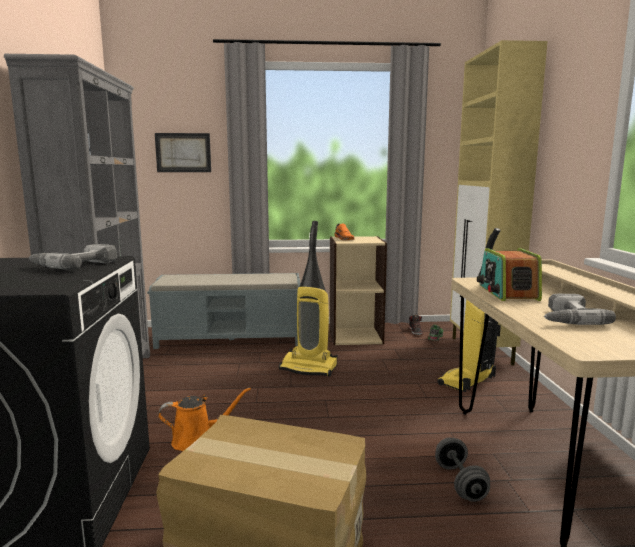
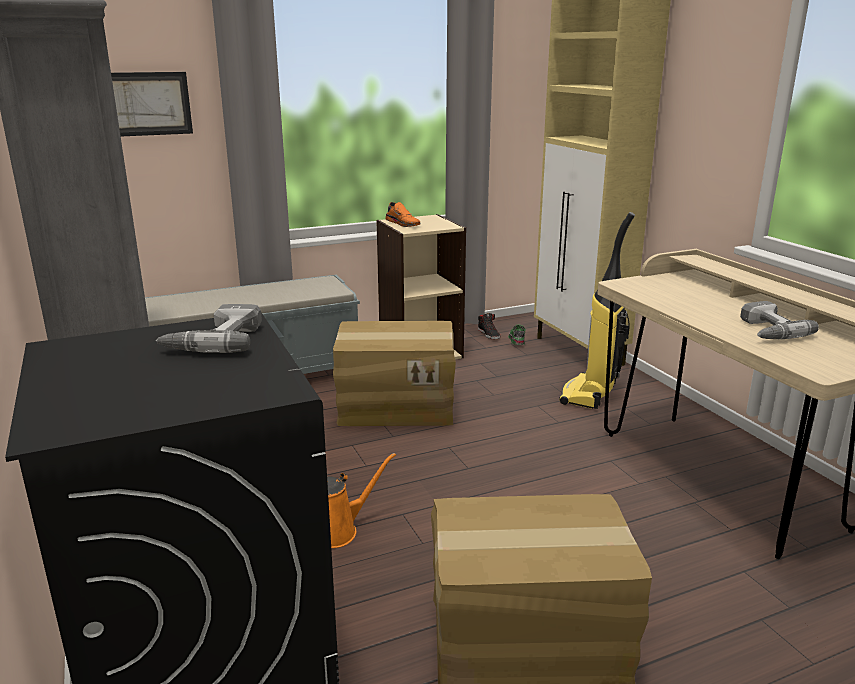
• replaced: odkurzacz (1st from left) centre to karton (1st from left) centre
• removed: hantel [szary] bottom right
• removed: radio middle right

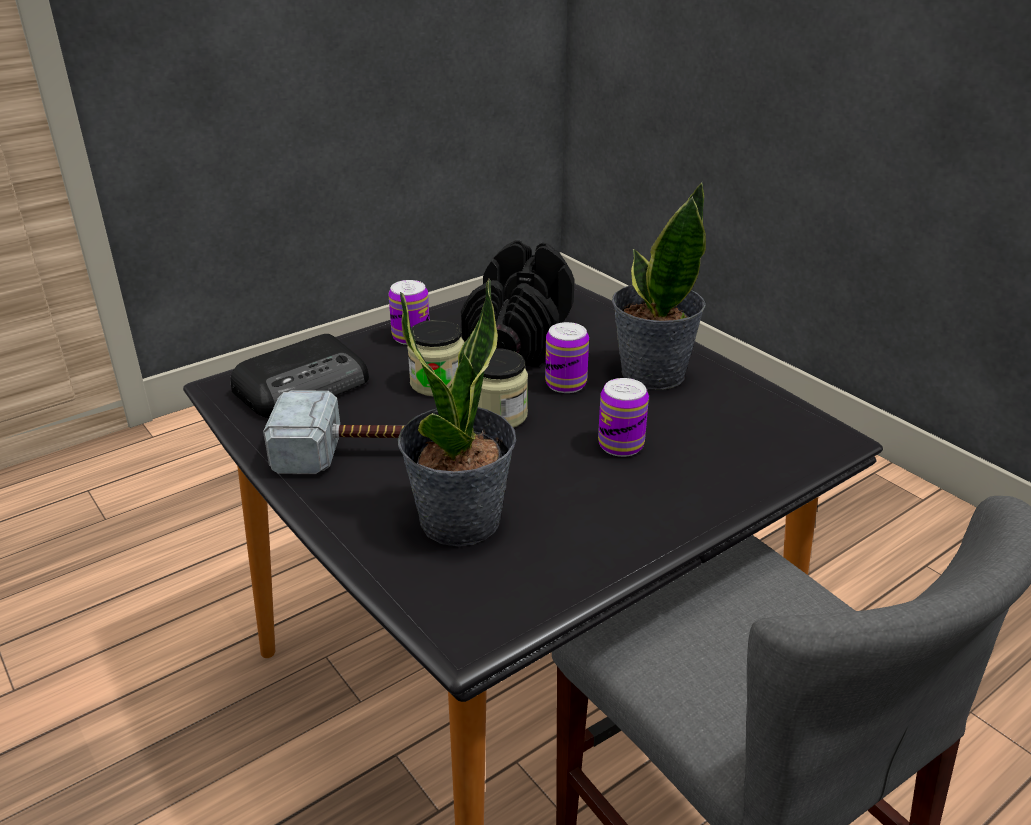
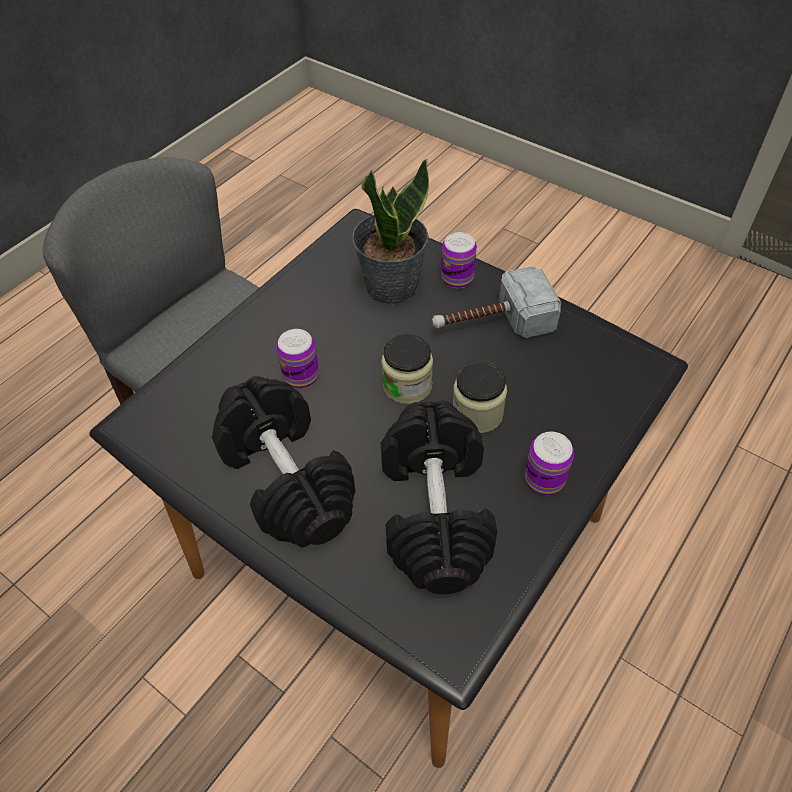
• replaced: roślina doniczkowa (2nd from left) centre to hantel [czarny] (1st from left) centre
• moved: puszka (2nd from left) centre to top centre
• removed: radio middle left

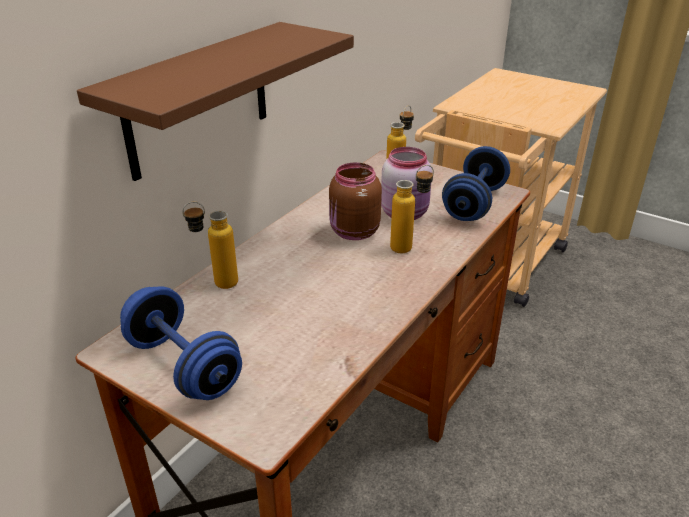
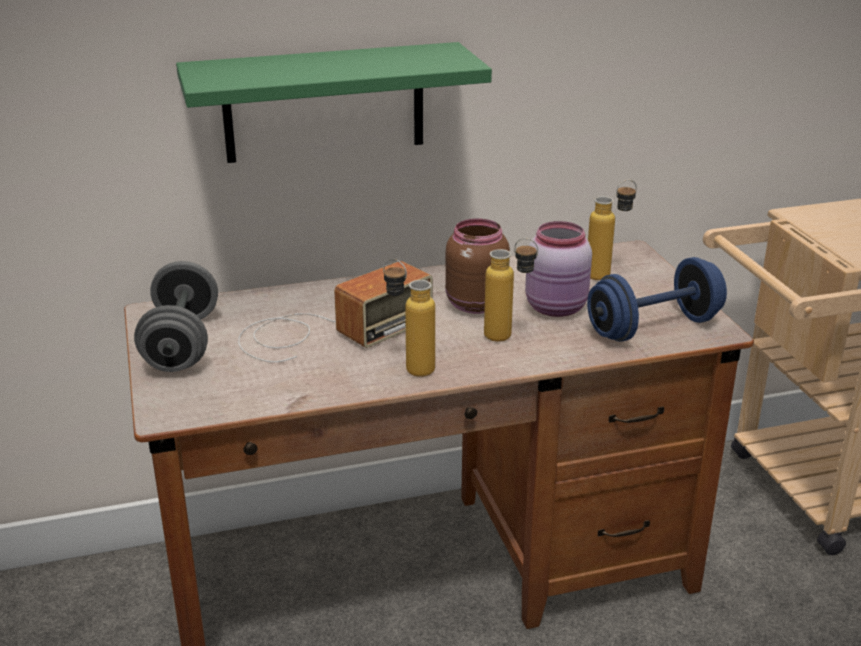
• recoloured: hantel [niebieski] (1st from left) middle left to hantel [szary] middle left
• recoloured: półka [brązowy] top left to półka [zielony] top centre
• added: radio centre
• moved: butelka (1st from left) middle left to centre

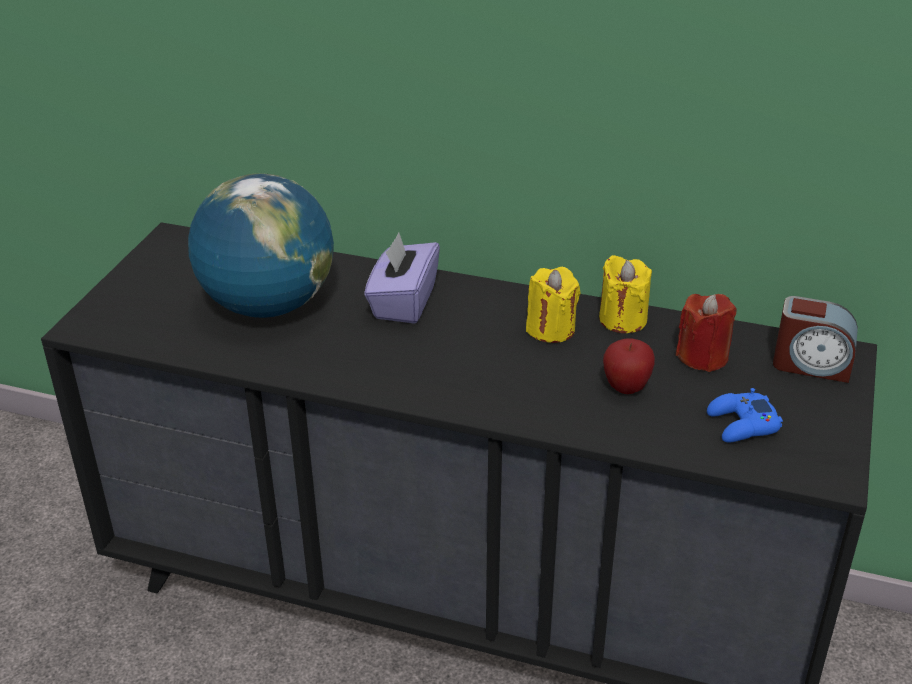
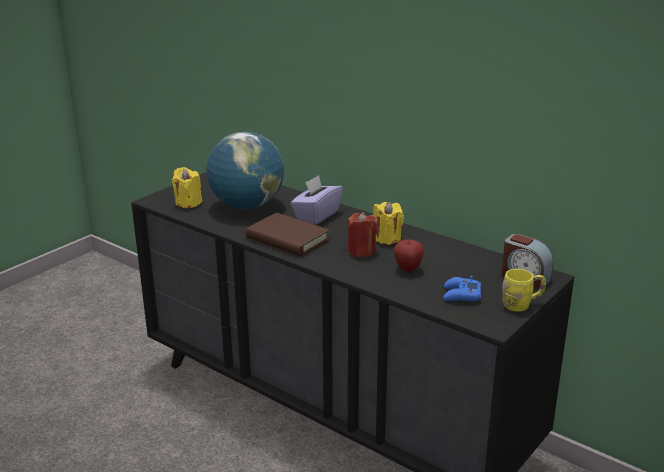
• moved: świeca [żółty] (2nd from left in the first image) middle right to świeca [żółty] (1st from left) middle left
• added: książka [brązowy] centre
• moved: świeca [czerwony] middle right to centre
• added: kubek [żółty] middle right

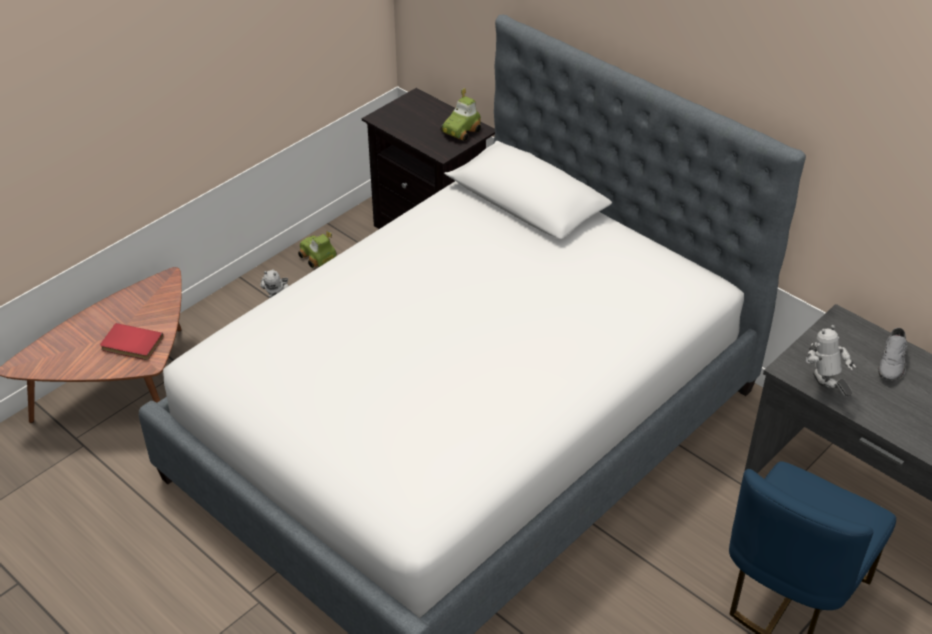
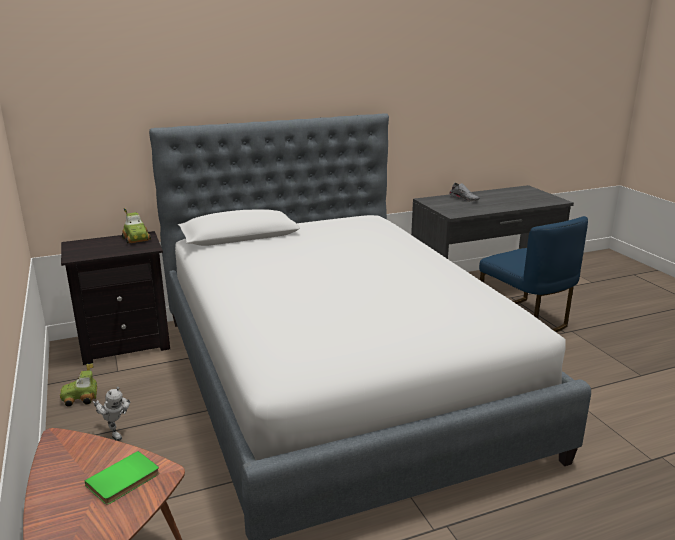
• recoloured: książka [czerwony] middle left to książka [zielony] bottom left
• removed: robot zabawkowy (2nd from left) middle right

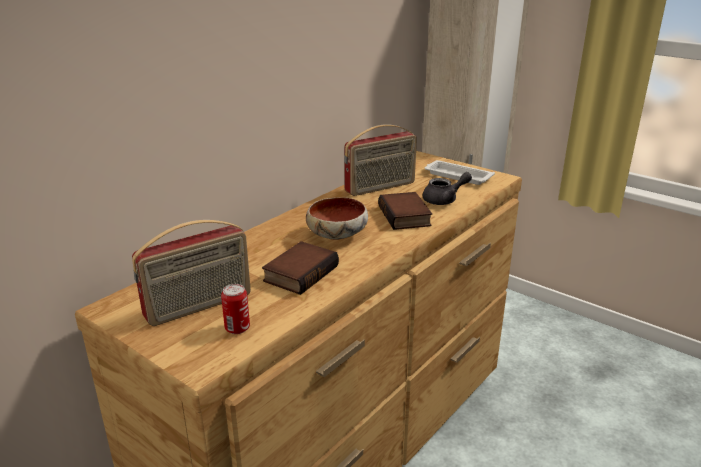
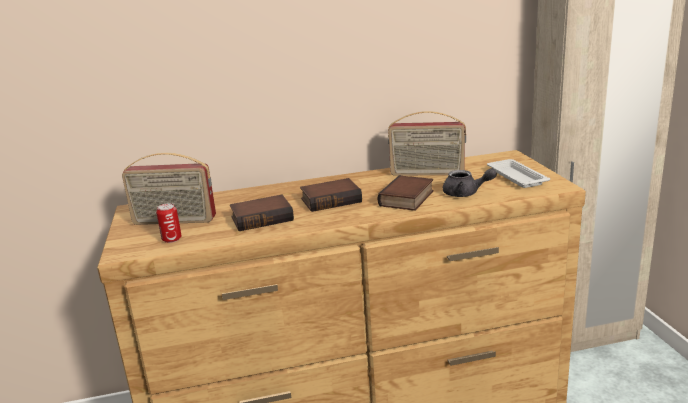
• replaced: miska centre to książka (2nd from left) centre

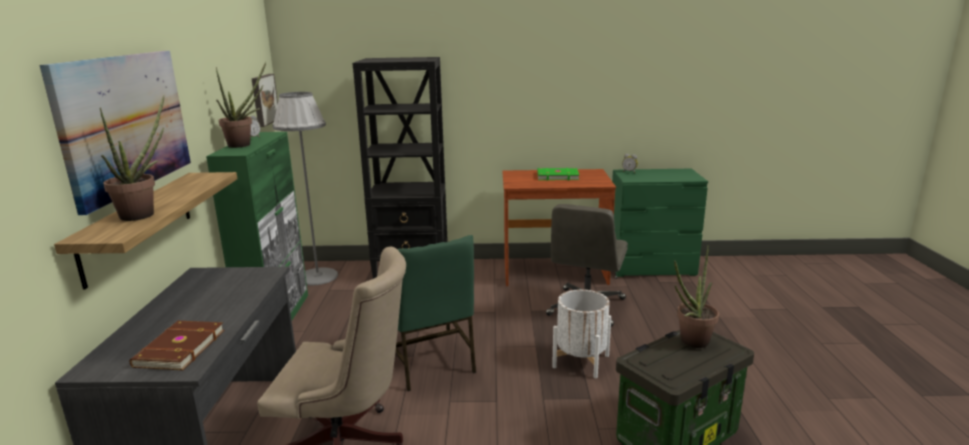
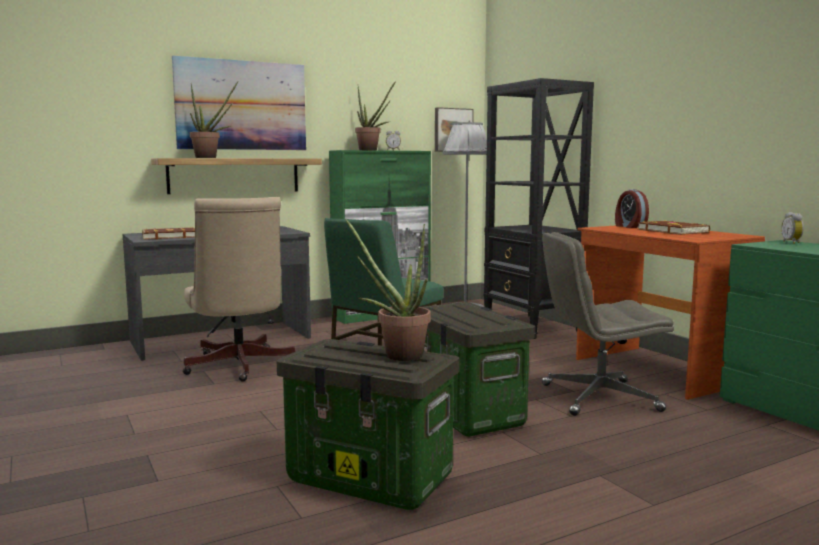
• replaced: donica [biały] bottom centre to pojemnik do przechowywania (2nd from left) bottom centre
• added: budzik (2nd from left) middle right
• recoloured: książka [zielony] centre to książka [brązowy] (2nd from left) middle right

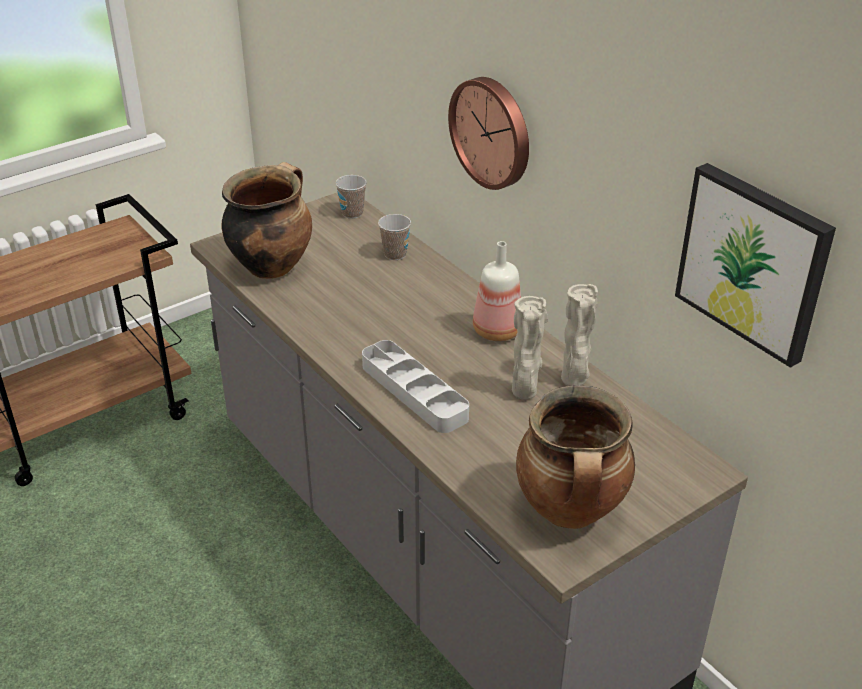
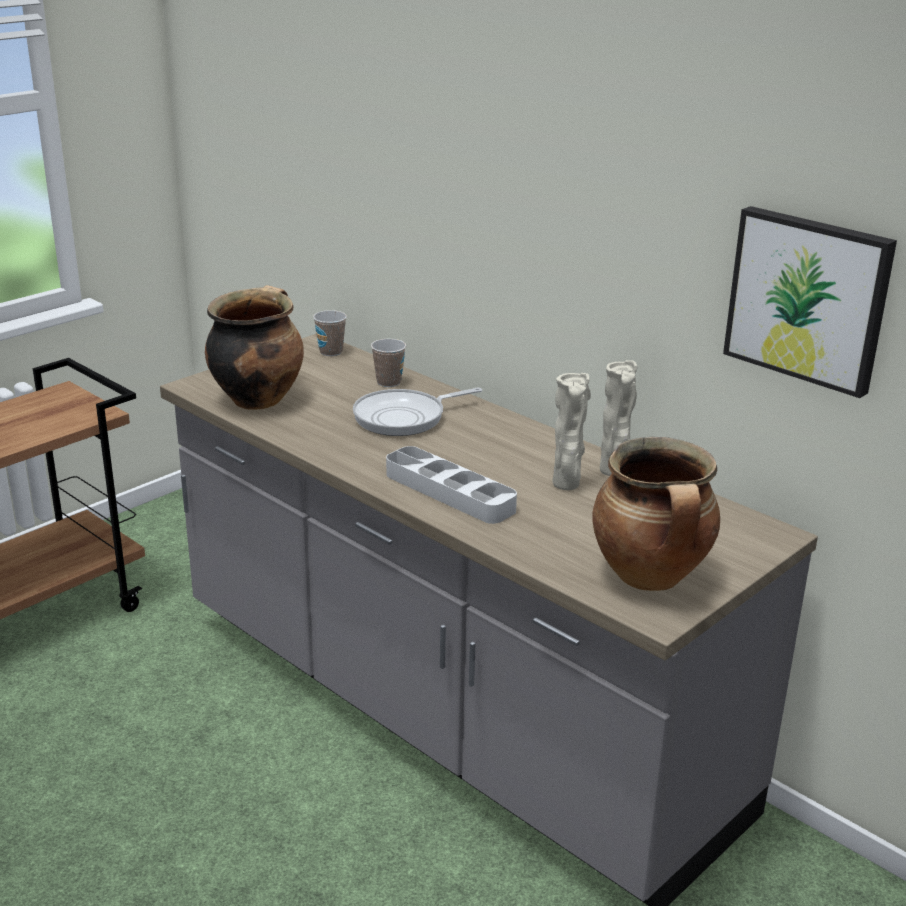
• added: patelnia centre
• removed: zegar ścienny top centre
• removed: butelka centre

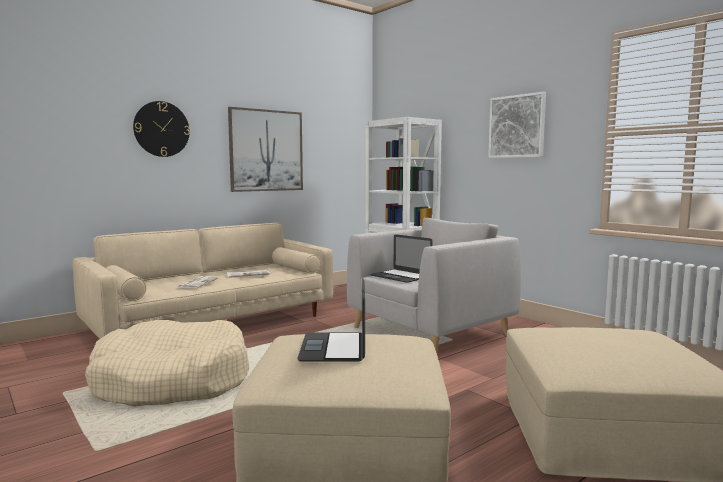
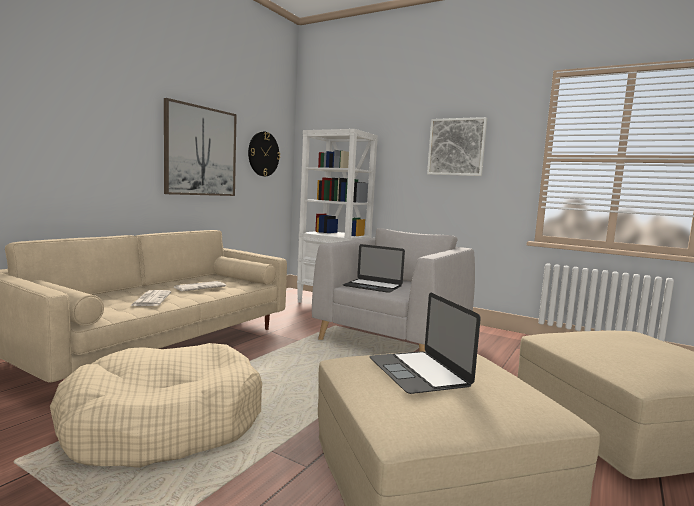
• moved: zegar ścienny top left to top centre

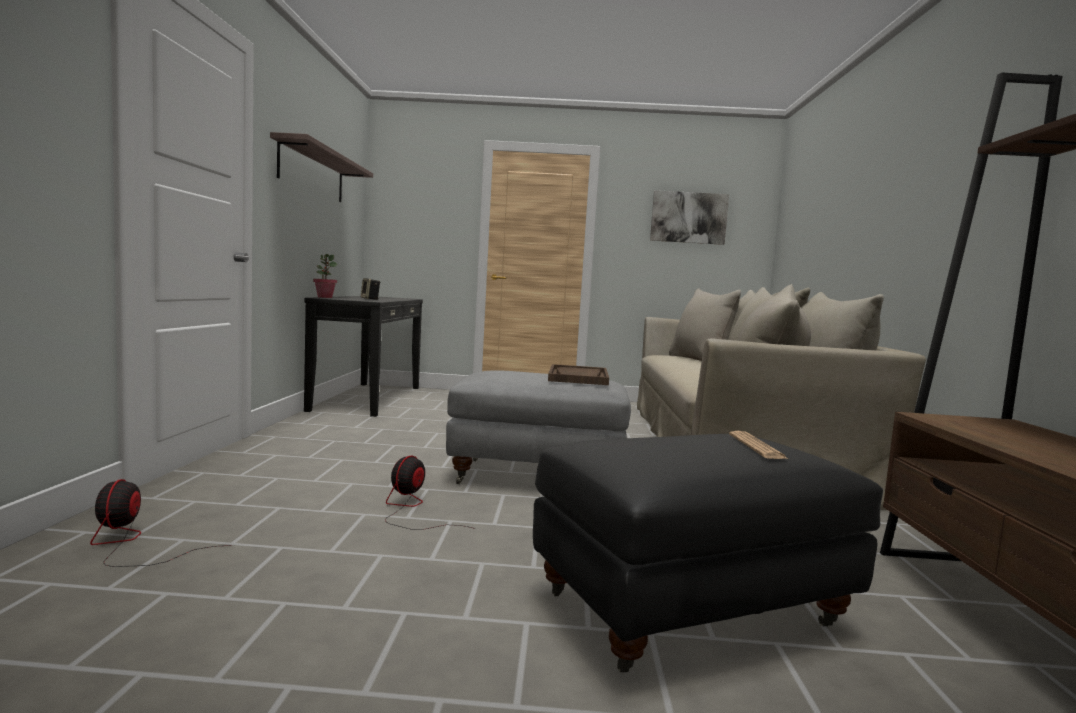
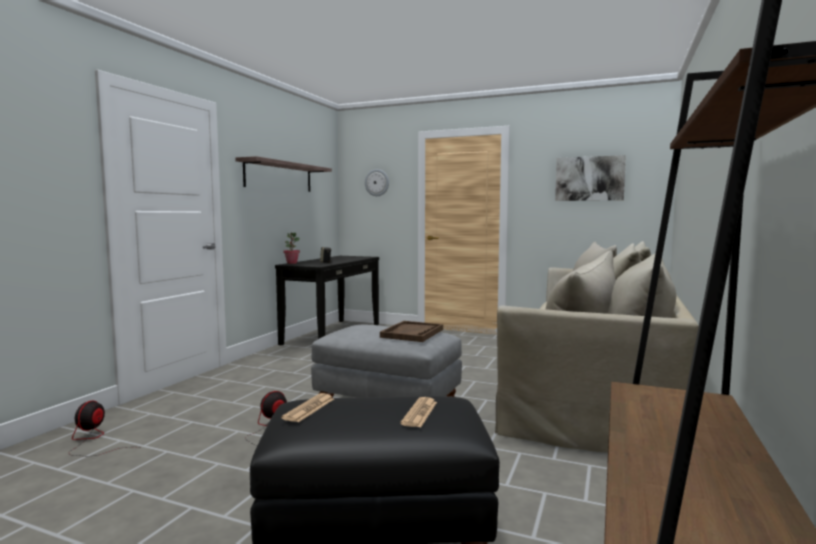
• added: gazeta (1st from left) bottom centre
• added: zegar ścienny centre

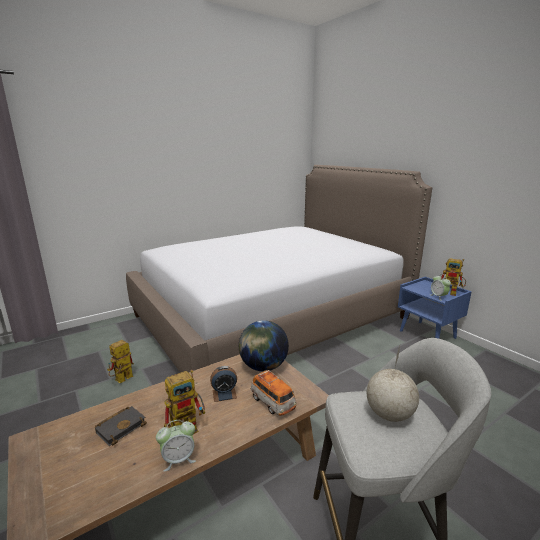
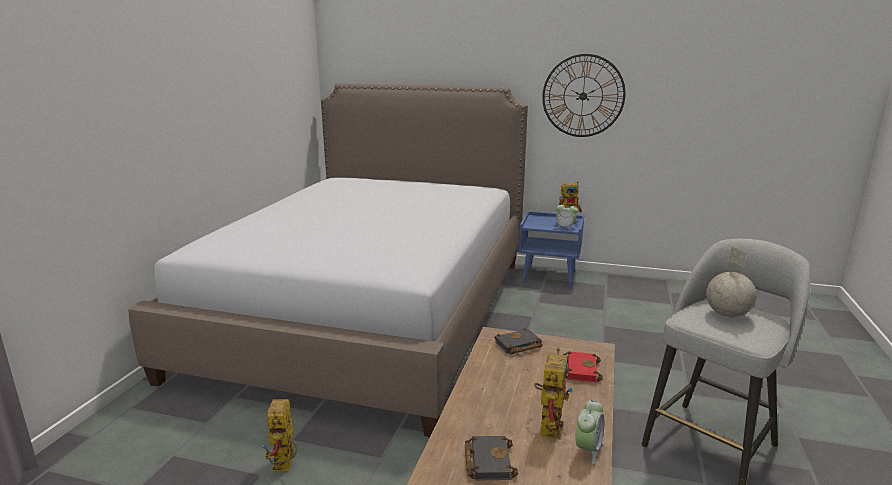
• replaced: globus (1st from left) centre to książka [czarny] (2nd from left) bottom centre
• added: zegar ścienny top centre
• replaced: samochodzik bottom centre to książka [czerwony] bottom centre
• removed: budzik (2nd from left) bottom centre

